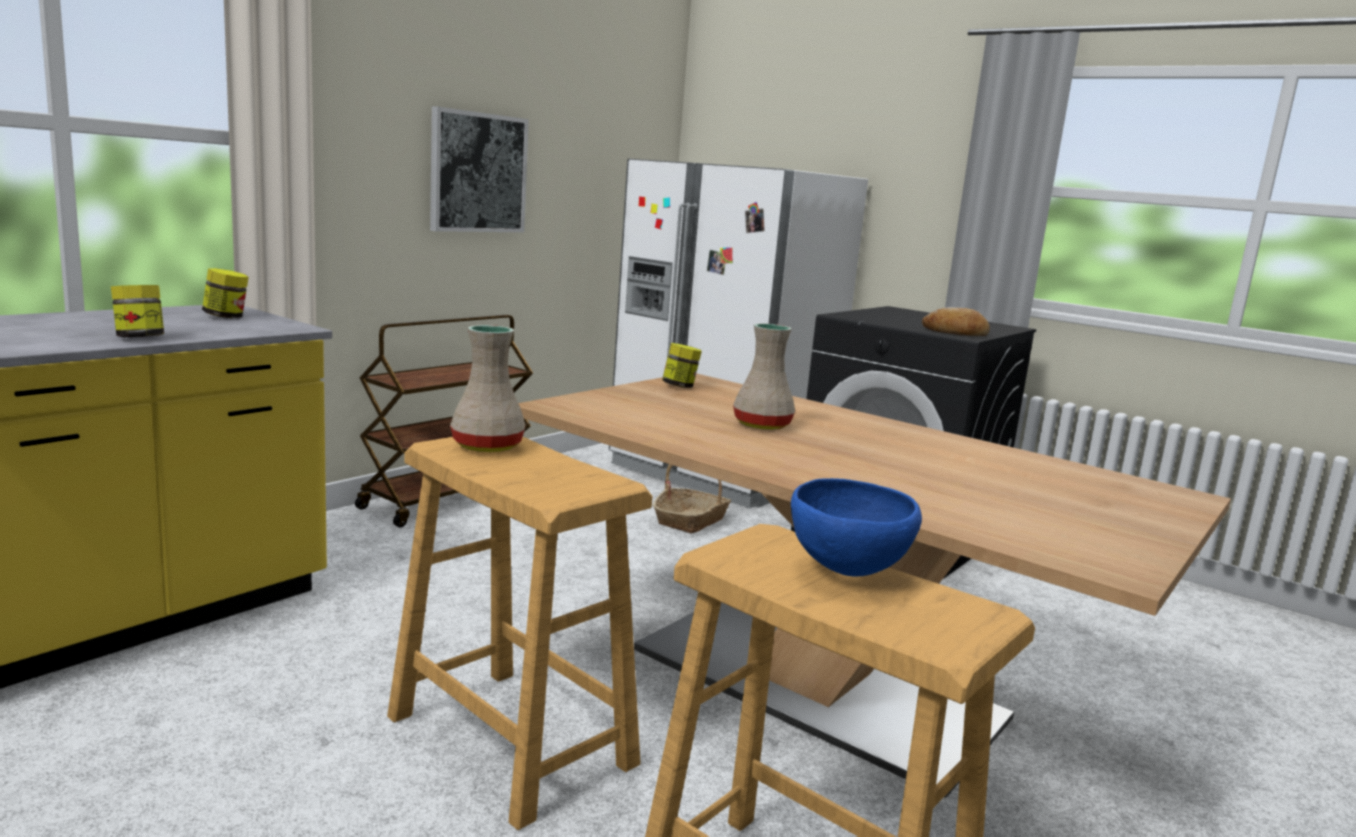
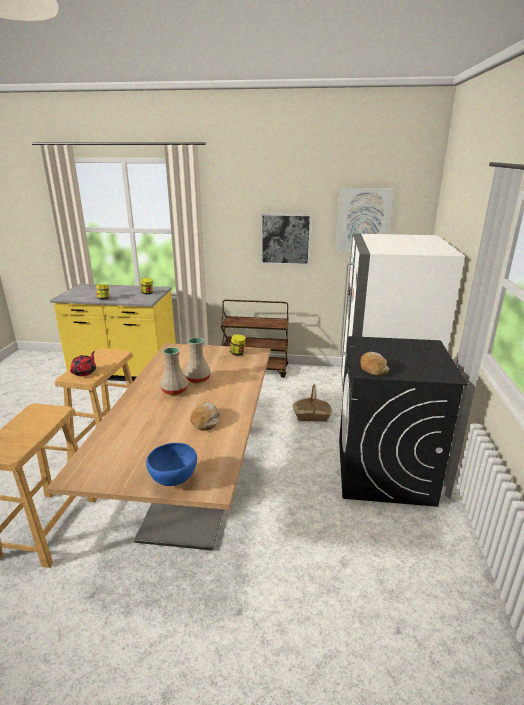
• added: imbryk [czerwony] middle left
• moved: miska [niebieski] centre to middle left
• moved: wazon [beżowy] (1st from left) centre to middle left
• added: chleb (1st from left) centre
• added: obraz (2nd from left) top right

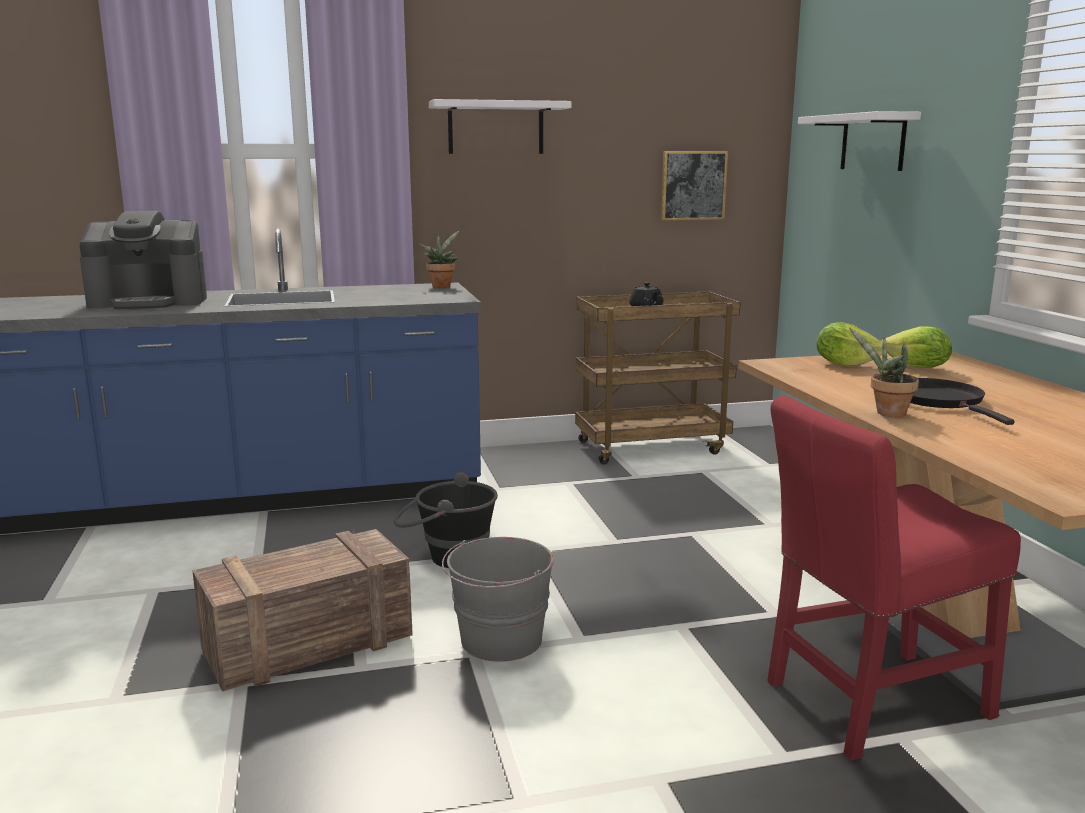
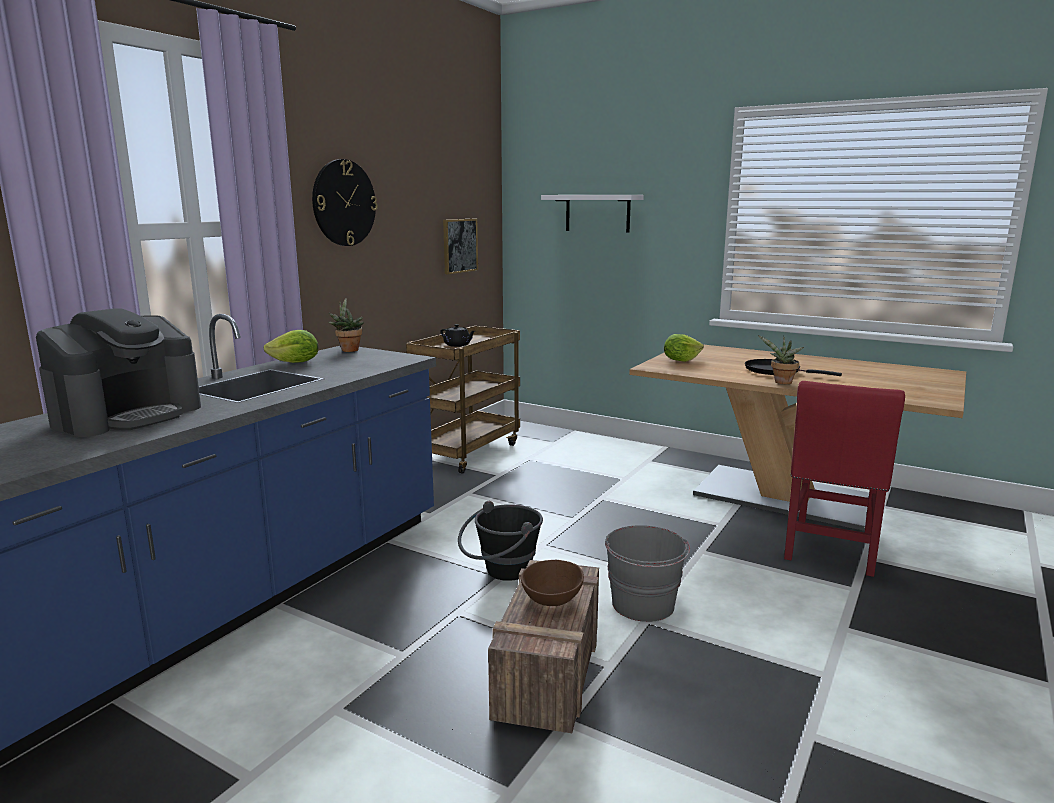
• moved: sałata (2nd from left in the first image) middle right to sałata (1st from left) middle left
• replaced: półka [biały] (1st from left) top centre to zegar ścienny top left
• added: miska [brązowy] bottom centre

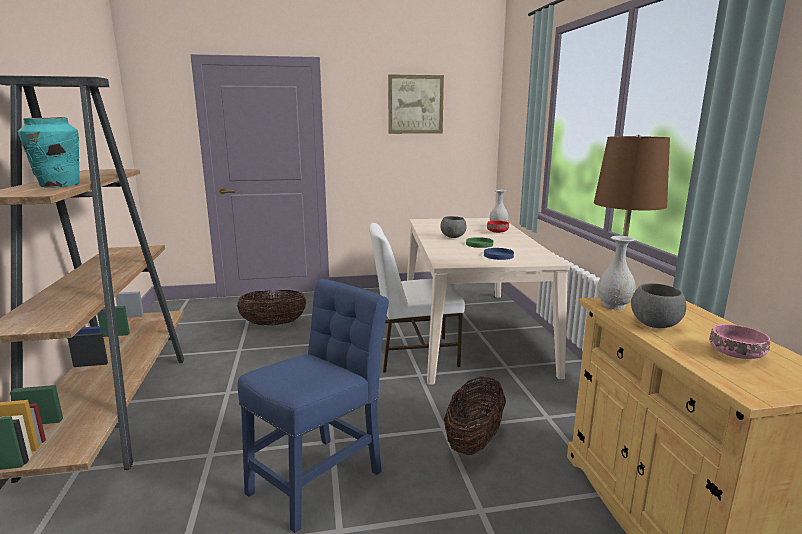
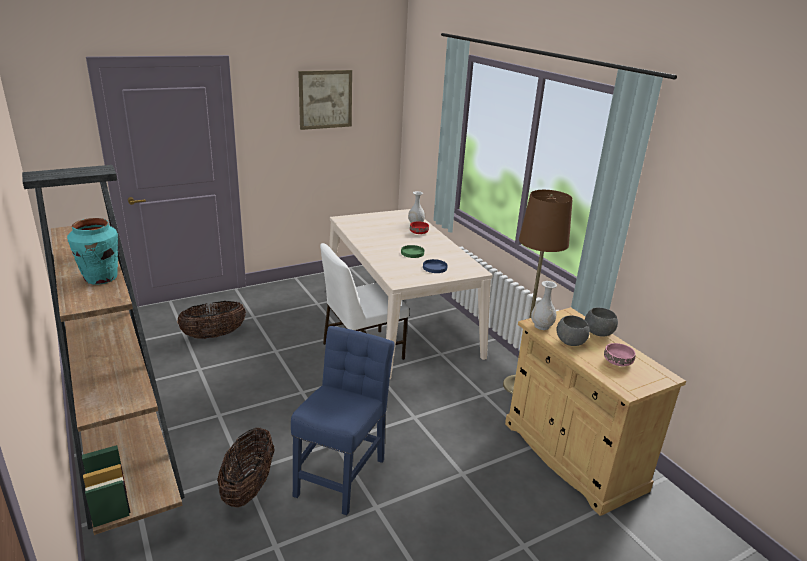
• moved: koszyk (2nd from left) bottom centre to bottom left
• moved: miska [szary] (1st from left in the first image) centre to miska [szary] (2nd from left) middle right

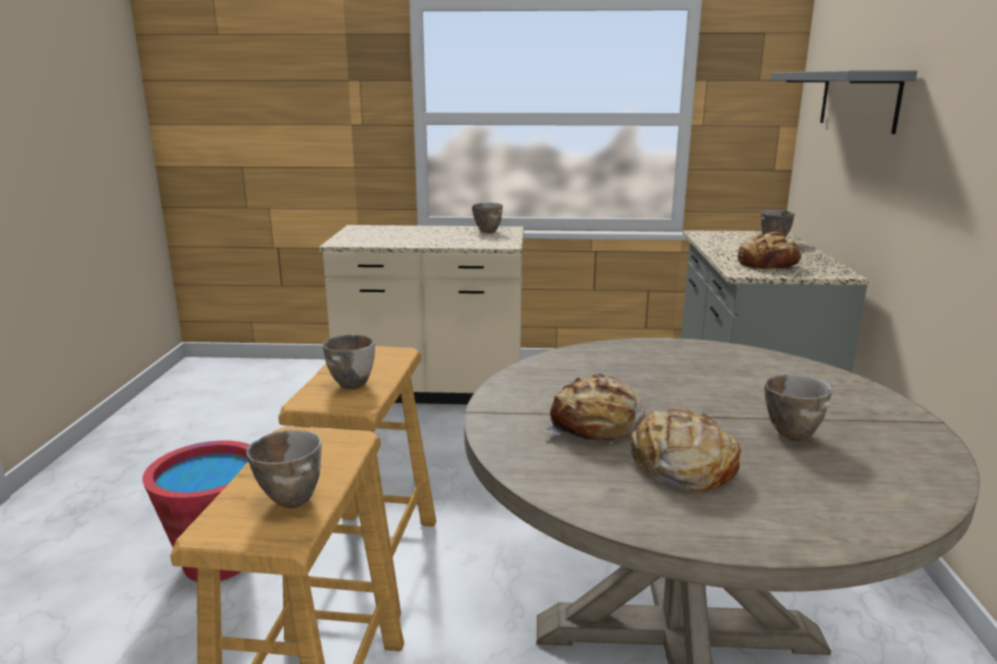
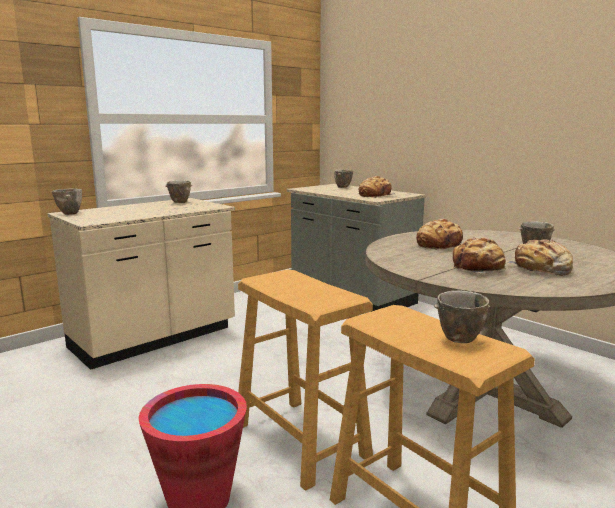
• moved: miska (2nd from left in the first image) centre to miska (1st from left) middle left
• added: chleb (2nd from left) middle right
• removed: półka [szary] top right

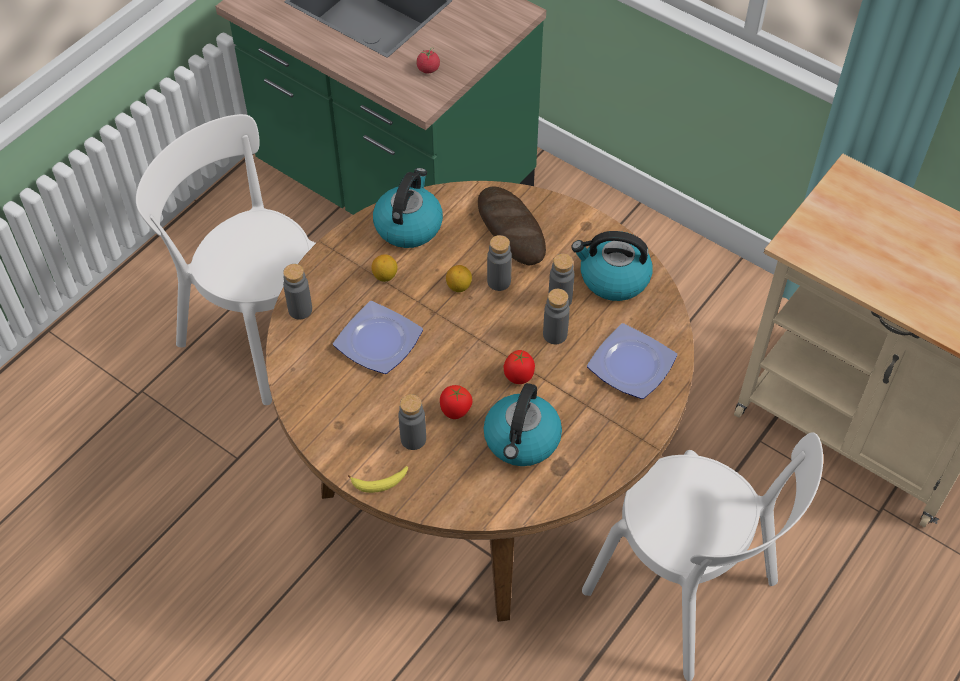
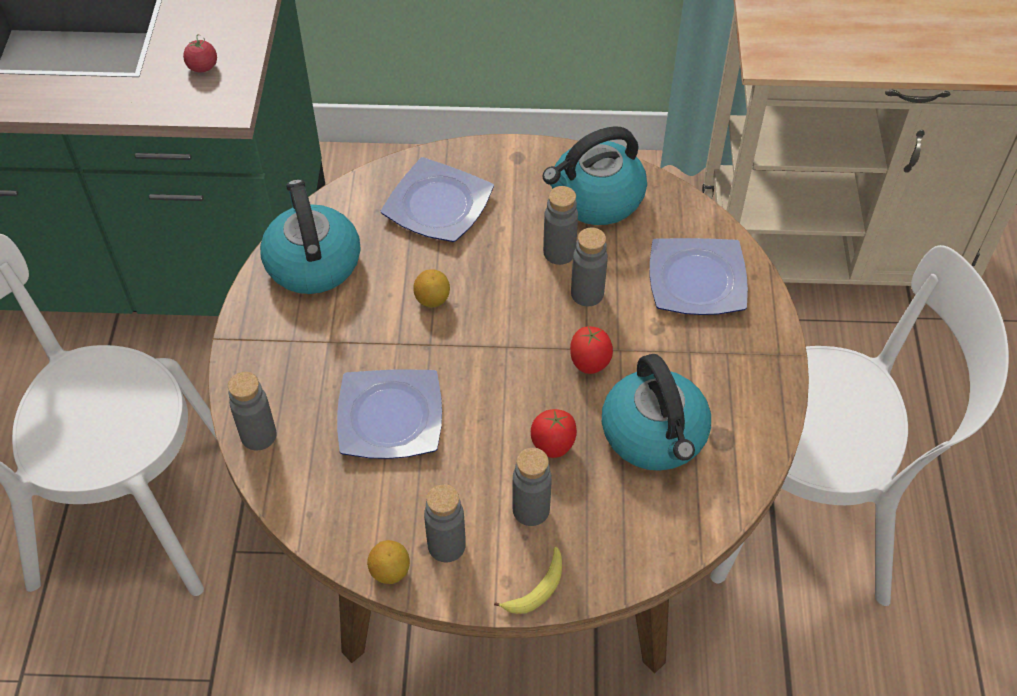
• moved: cytryna (1st from left) centre to bottom centre
• replaced: chleb top centre to talerz (2nd from left) top centre
• moved: butelka [szary] (3rd from left in the first image) centre to butelka [szary] (2nd from left) bottom centre

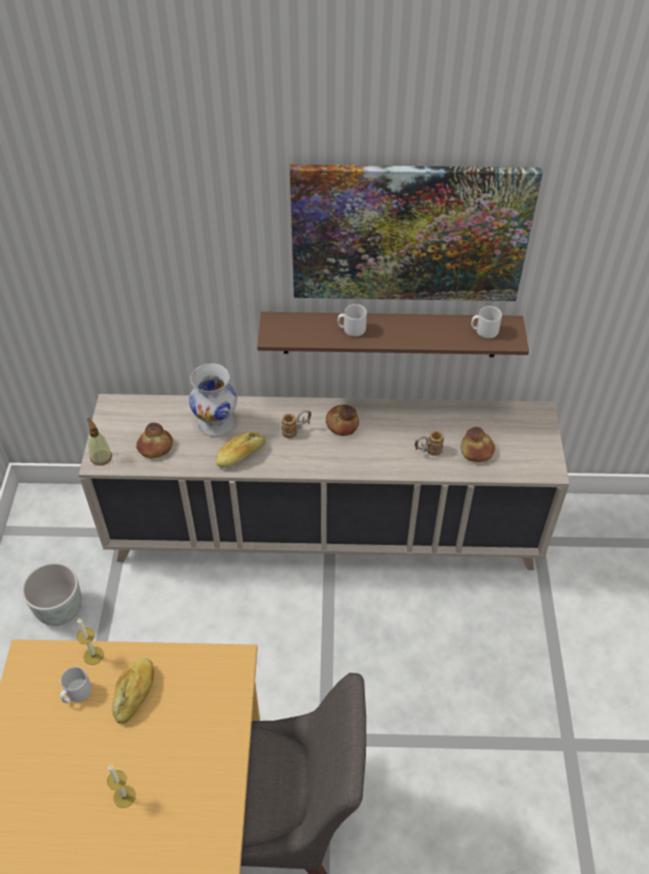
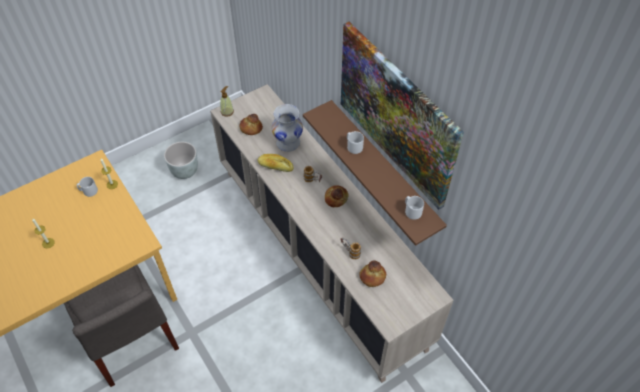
• removed: chleb (1st from left) bottom left

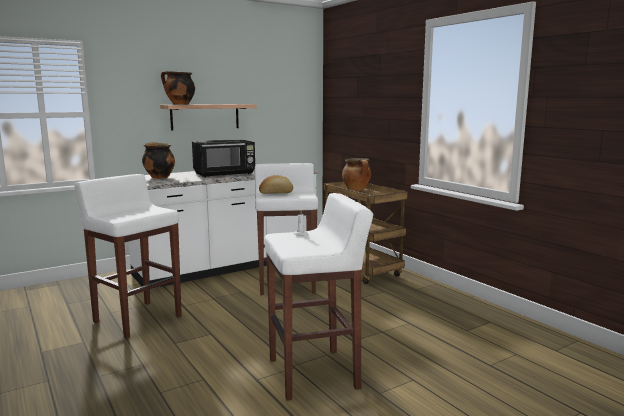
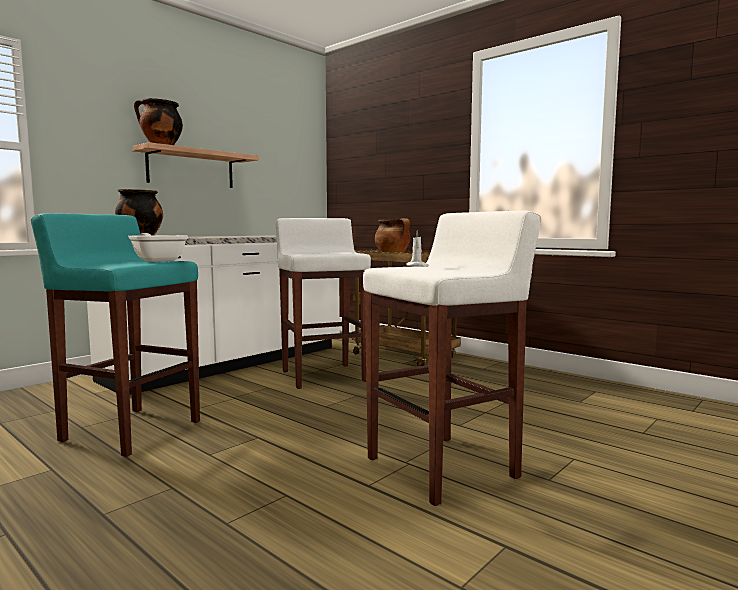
• recoloured: stołek [biały] (1st from left) middle left to stołek [turkusowy] middle left
• added: patelnia middle left
• removed: mikrofalówka [czarny] centre
• removed: chleb centre

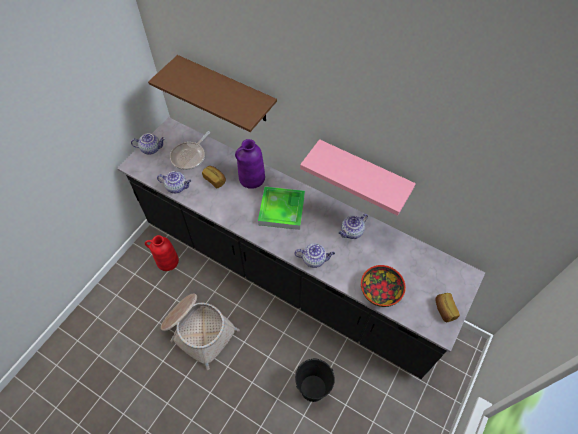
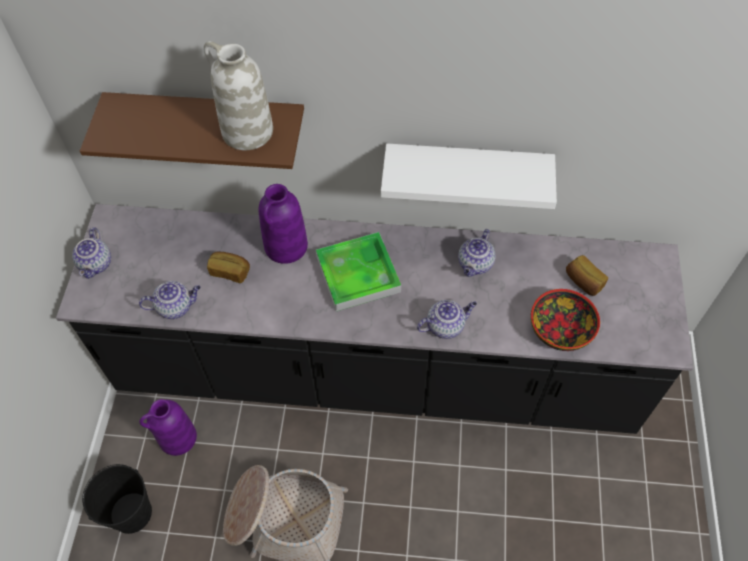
• turned: imbryk (1st from left) top left = middle left 120 degrees clockwise
• moved: wiadro [czarny] bottom centre to bottom left
• recoloured: wazon [czerwony] middle left to wazon [fioletowy] (1st from left) bottom left
• added: wazon [biały] top left
• recoloured: półka [różowy] centre to półka [biały] top centre
• moved: chleb (2nd from left) bottom right to middle right
• removed: patelnia middle left

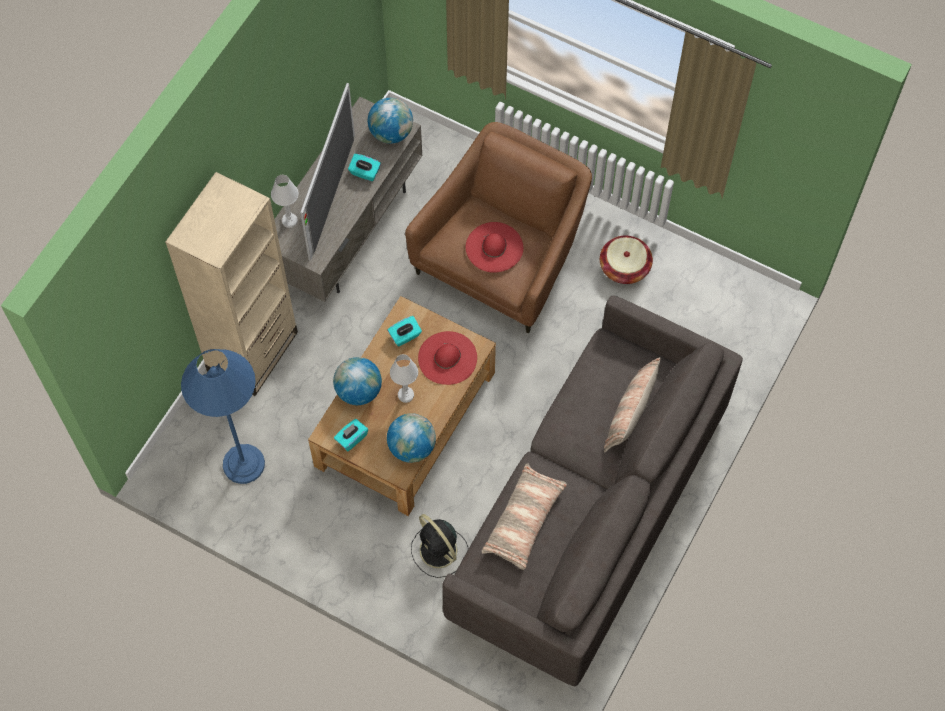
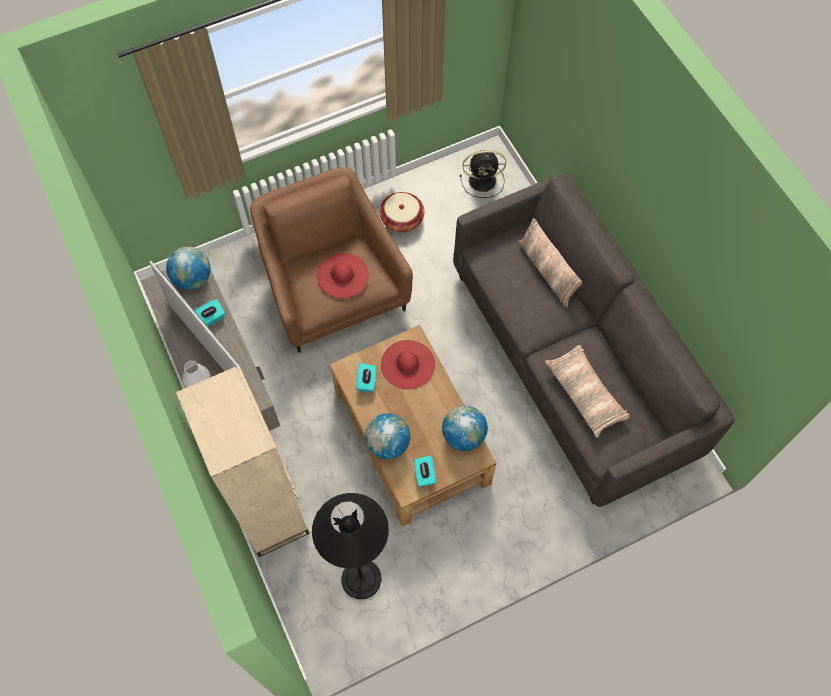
• recoloured: lampa stojąca [niebieski] middle left to lampa stojąca [czarny] bottom centre
• moved: wentylator [czarny] bottom centre to top centre
• removed: lampa stołowa [biały] (2nd from left) centre

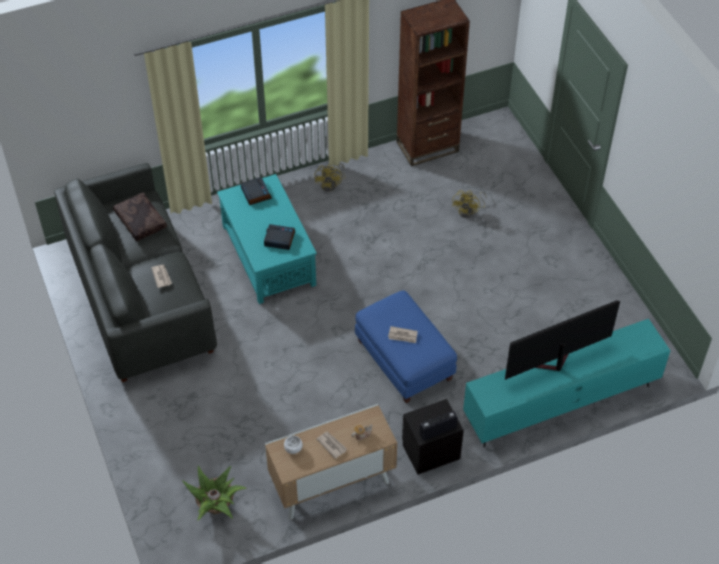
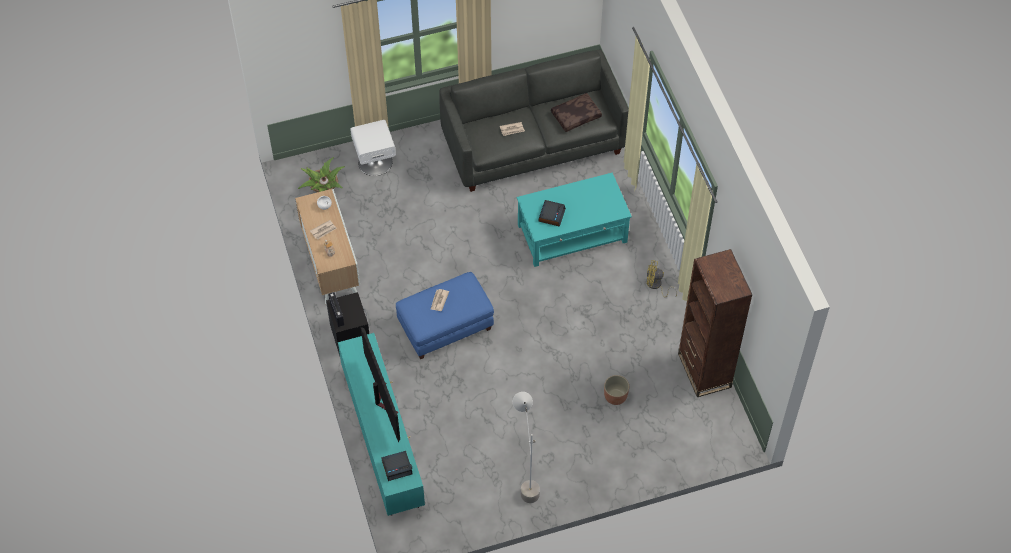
• added: szafka nocna [biały] top centre
• moved: budzik (1st from left) centre to bottom centre
• added: lampa stojąca [szary] bottom centre
• replaced: wentylator [żółty] (2nd from left) centre to donica bottom centre

